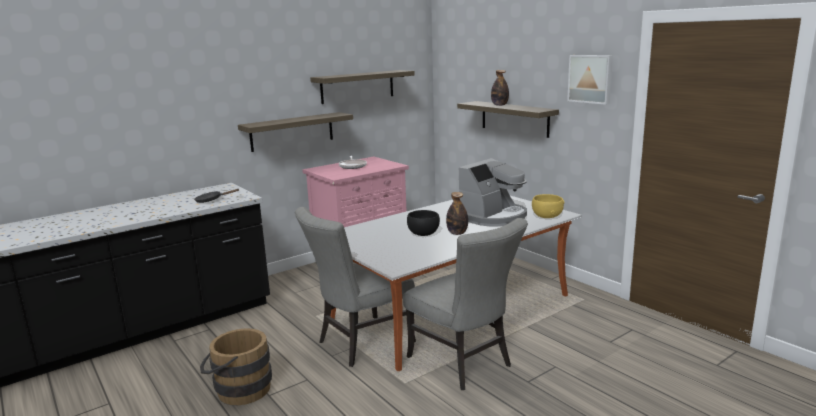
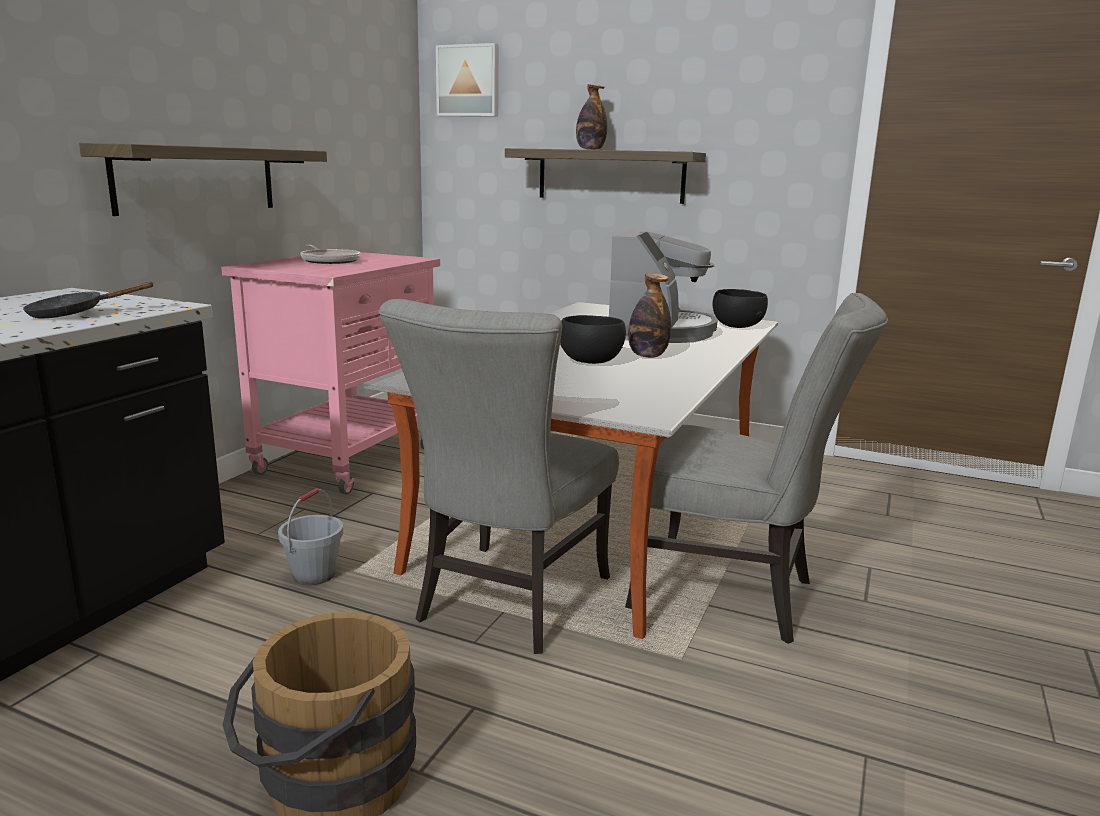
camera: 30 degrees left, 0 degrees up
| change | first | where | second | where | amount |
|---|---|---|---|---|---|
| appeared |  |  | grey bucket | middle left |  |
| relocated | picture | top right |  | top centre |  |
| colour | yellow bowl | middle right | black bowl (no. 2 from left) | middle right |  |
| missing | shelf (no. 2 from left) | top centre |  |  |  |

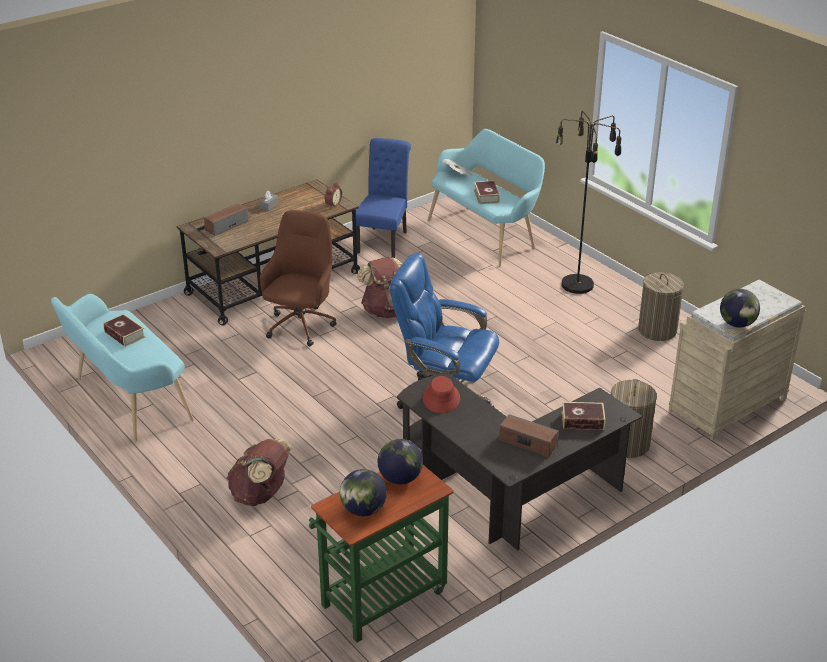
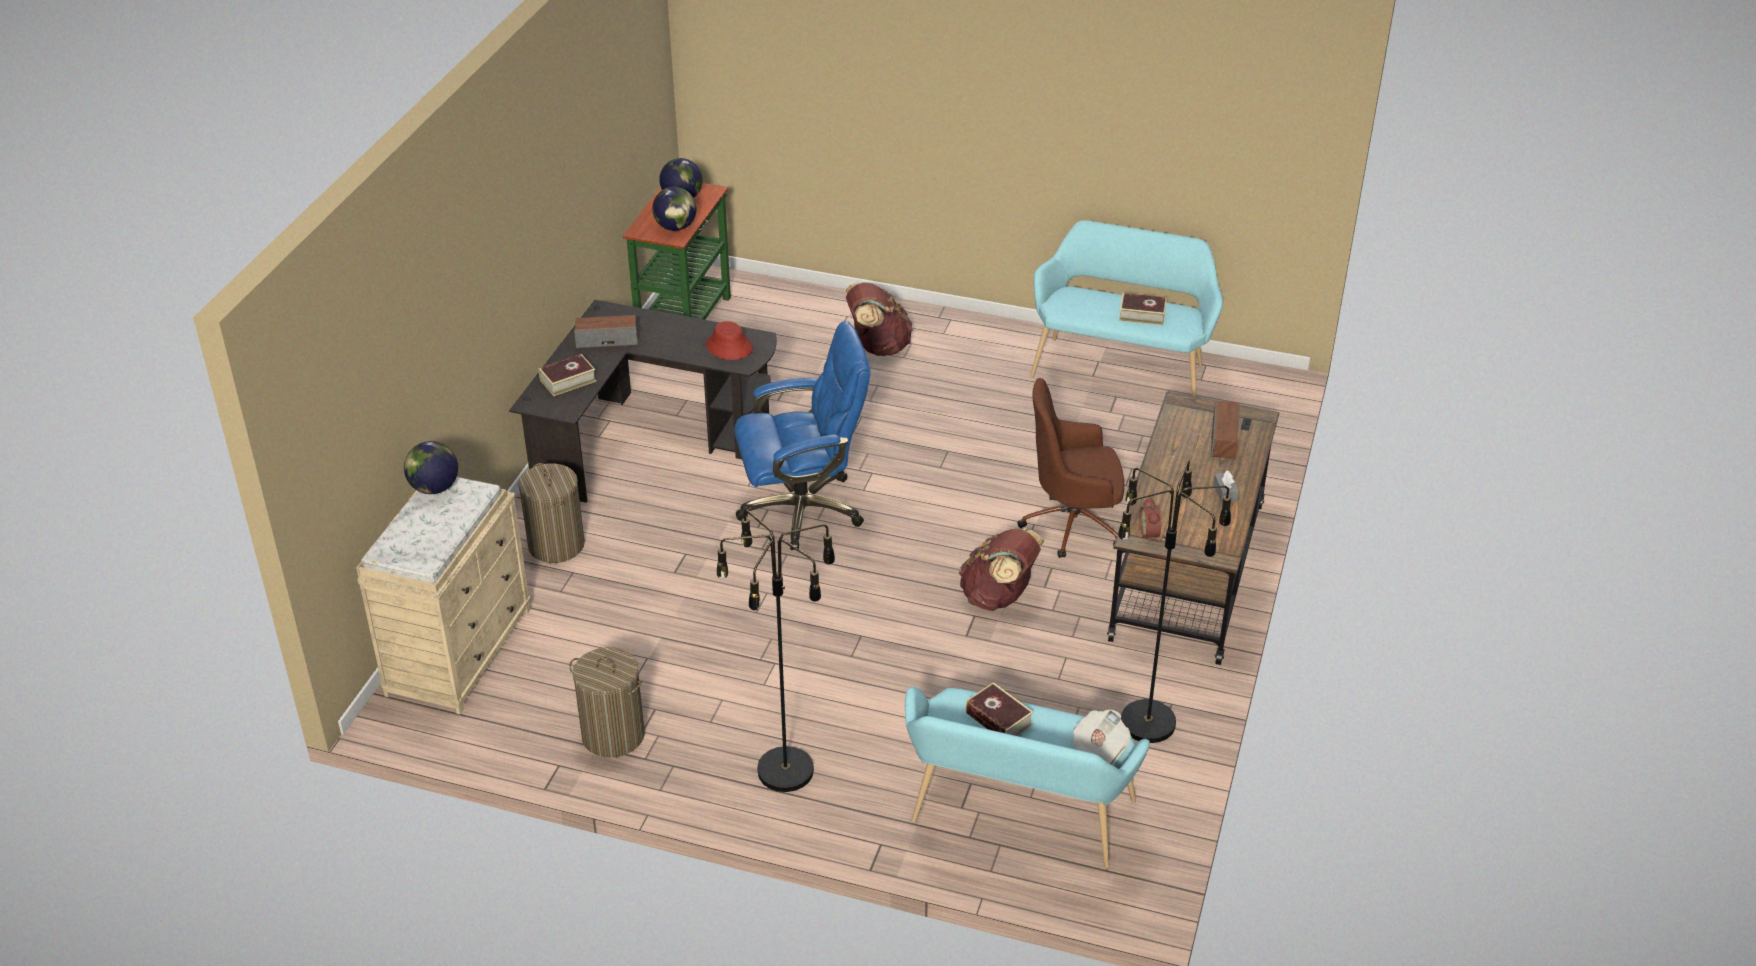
camera: 145 degrees right, 5 degrees up
| change | first | where | second | where | amount |
|---|---|---|---|---|---|
| spun | brown office chair | centre |  | centre | 105 degrees clockwise |
| exchanged | blue chair | top centre | floor lamp (no. 2 from left) | middle right |  |

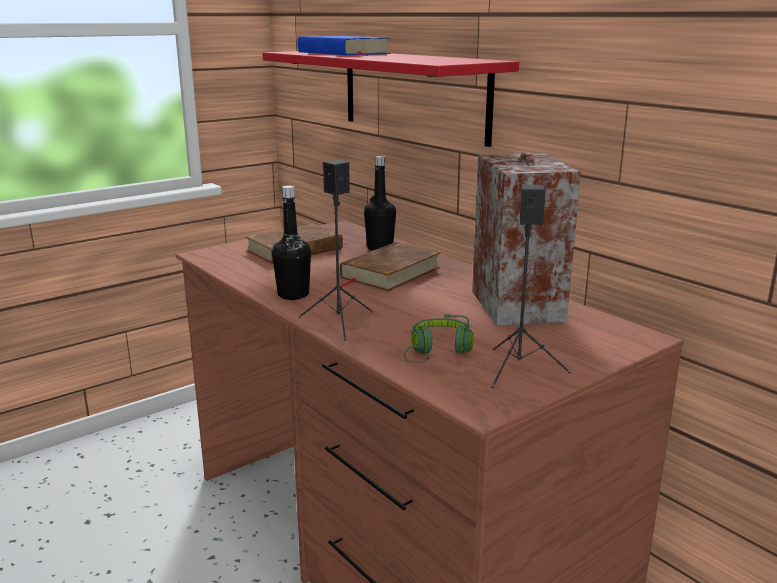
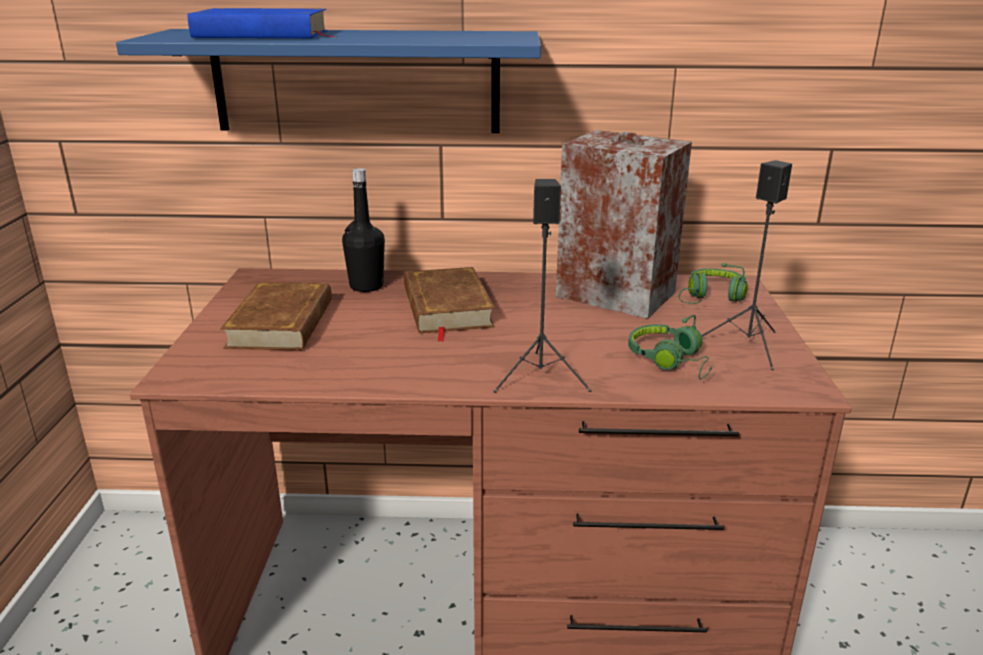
camera: 50 degrees left, 5 degrees up
| change | first | where | second | where | amount |
|---|---|---|---|---|---|
| colour | red shelf | top centre | blue shelf | top centre |  |
| appeared |  |  | green headphones (no. 2 from left) | middle right |  |
| missing | black bottle (no. 1 from left) | centre |  |  |  |

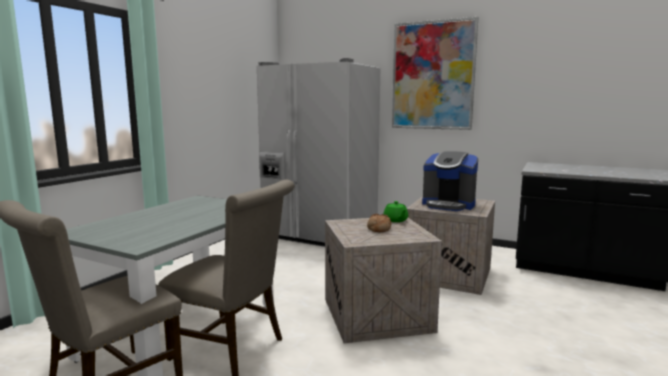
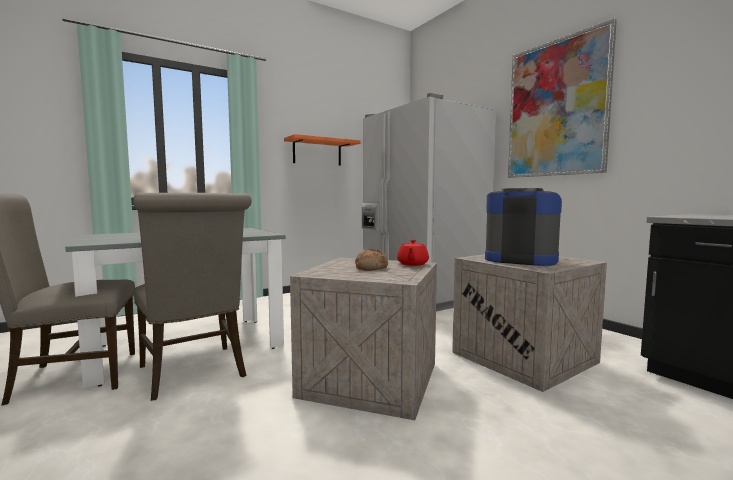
camera: 30 degrees right, 5 degrees down
| change | first | where | second | where | amount |
|---|---|---|---|---|---|
| appeared |  |  | orange shelf | top centre |  |
| colour | green teapot | centre | red teapot | centre |  |
| spun | coffee machine | middle right |  | middle right | 150 degrees clockwise |

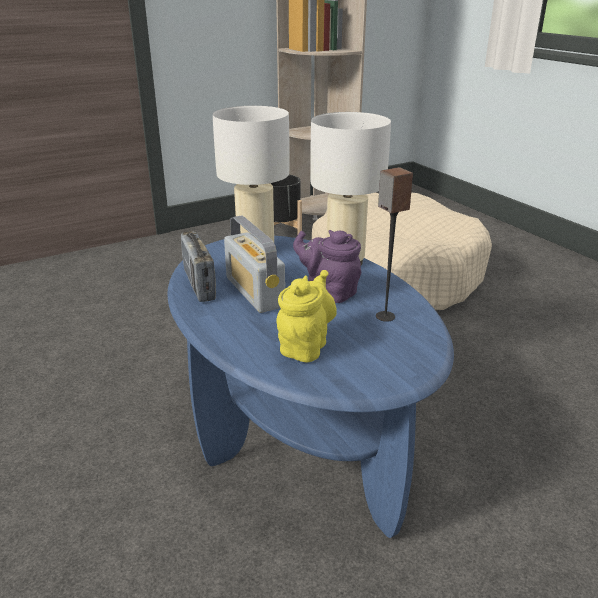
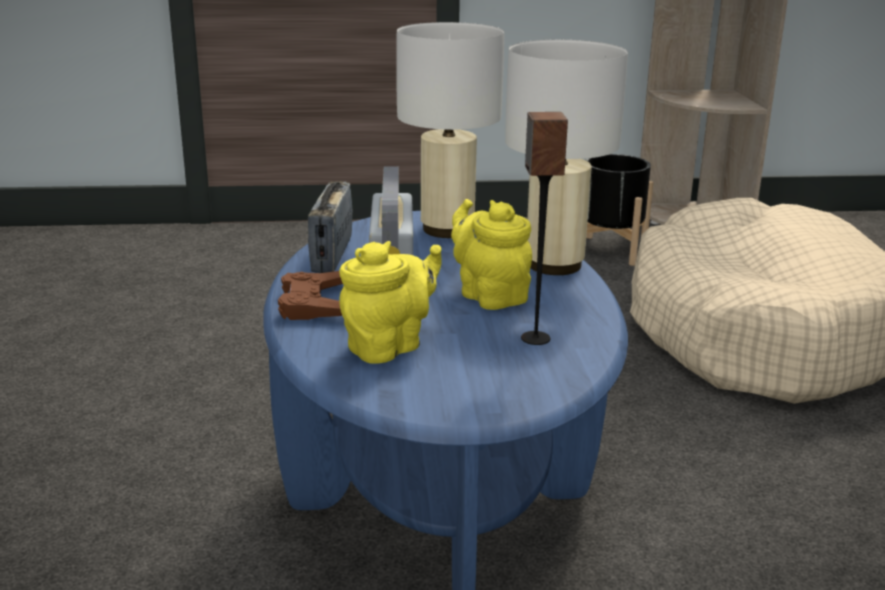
camera: 25 degrees right, 5 degrees down
| change | first | where | second | where | amount |
|---|---|---|---|---|---|
| appeared |  |  | brown game controller | centre |  |
| colour | purple teapot | centre | yellow teapot (no. 2 from left) | centre |  |

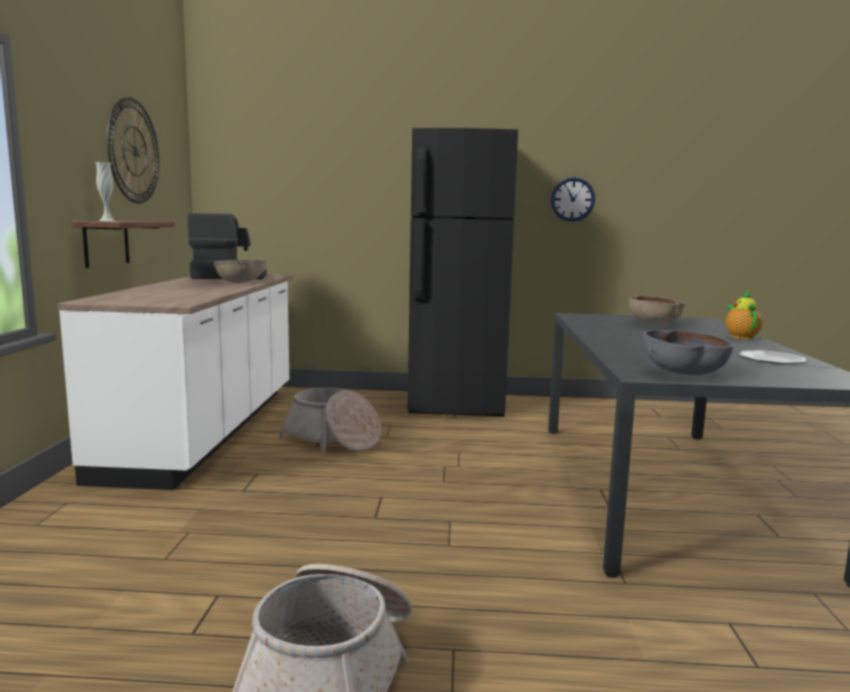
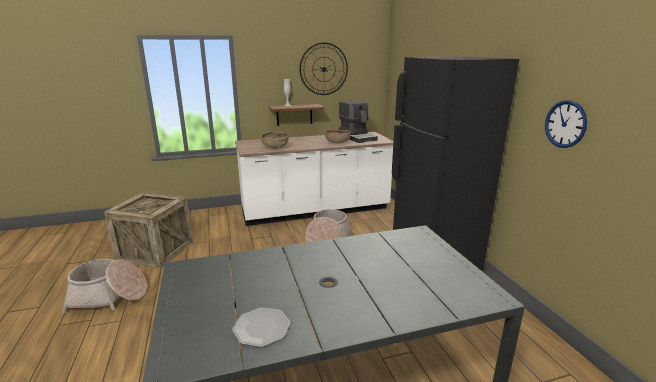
camera: 70 degrees right, 10 degrees up
| change | first | where | second | where | amount |
|---|---|---|---|---|---|
| appeared |  |  | crate | middle left |  |
| relocated | brown bowl (no. 2 from left in the first image) | middle right | brown bowl (no. 1 from left) | centre |  |
| missing | grey bowl | middle right |  |  |  |
| missing | teapot | middle right |  |  |  |

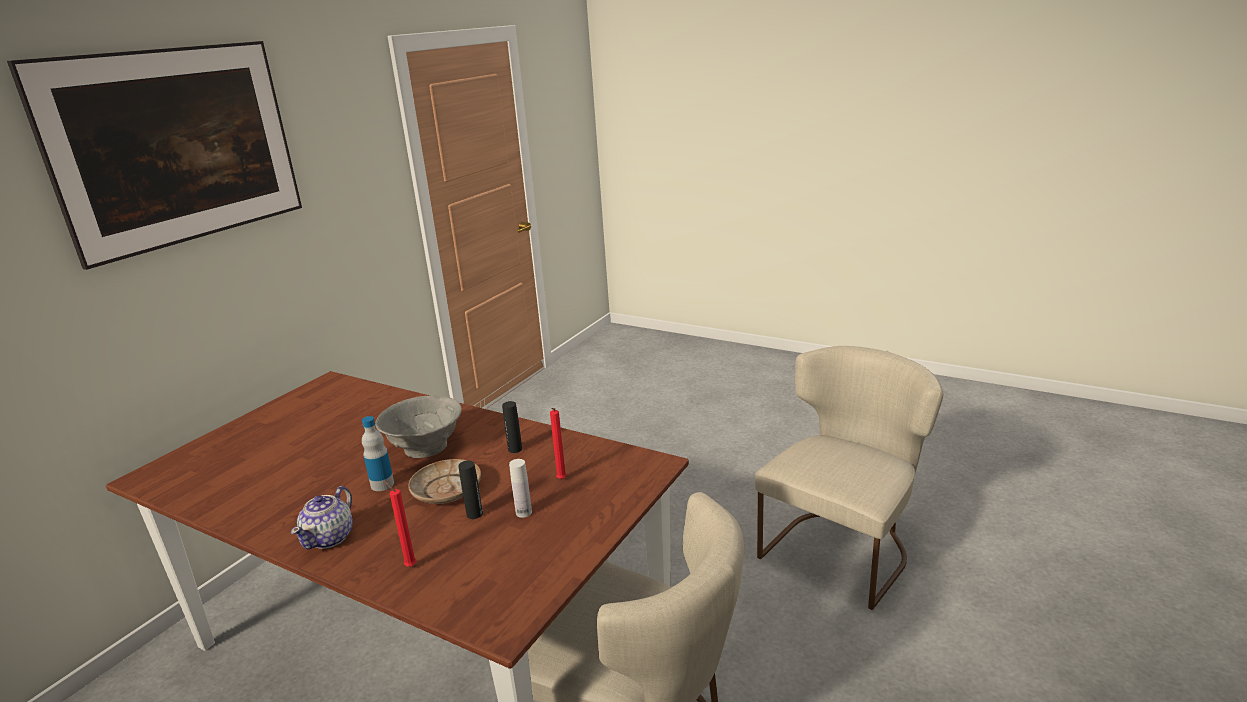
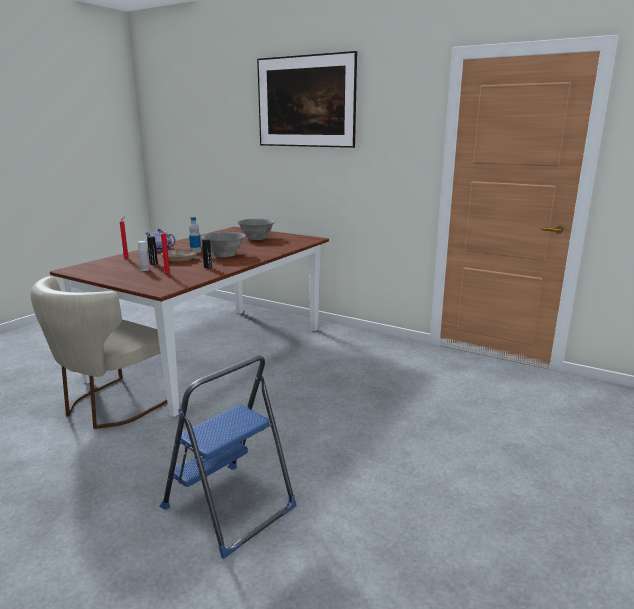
camera: 90 degrees right, 5 degrees down
| change | first | where | second | where | amount |
|---|---|---|---|---|---|
| exchanged | beige chair (no. 2 from left) | bottom right | blue step ladder | bottom centre |  |
| appeared |  |  | grey bowl (no. 2 from left) | centre |  |

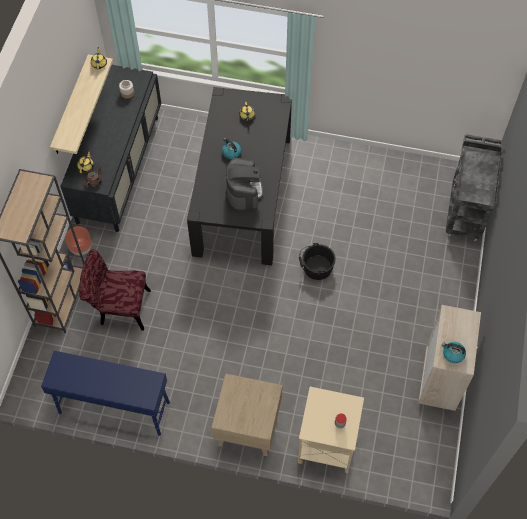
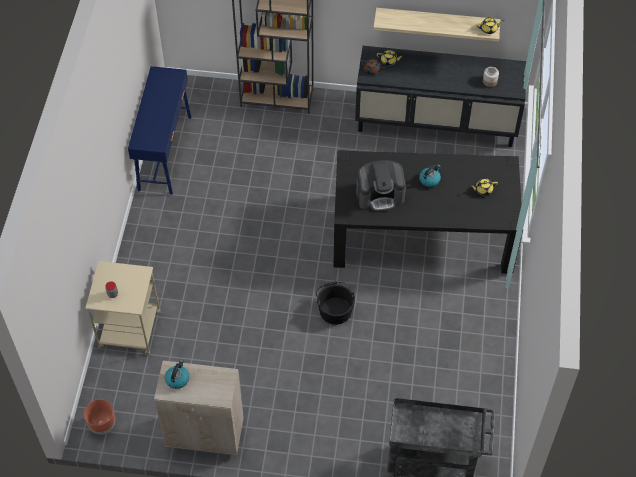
camera: 85 degrees right, 5 degrees down
| change | first | where | second | where | amount |
|---|---|---|---|---|---|
| relocated | brown planter | middle left |  | bottom left |  |
| missing | red chair | middle left |  |  |  |
| missing | beige nightstand | bottom centre |  |  |  |

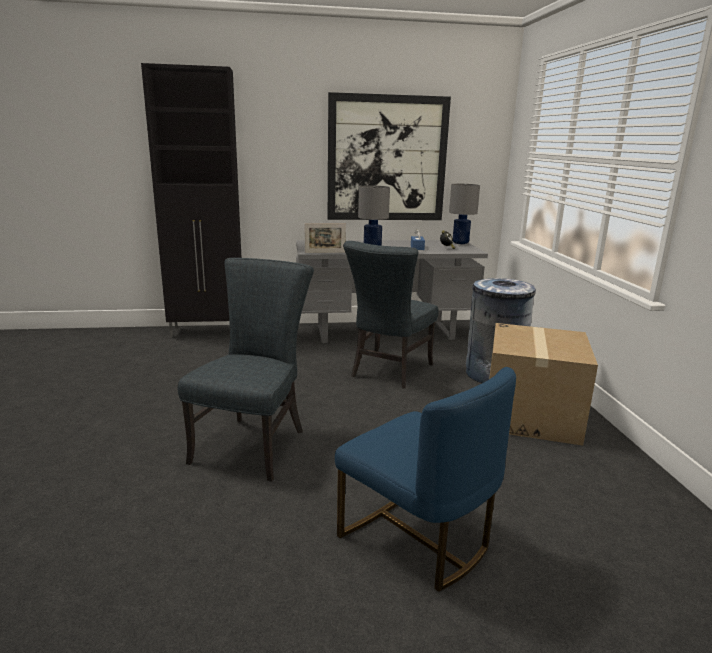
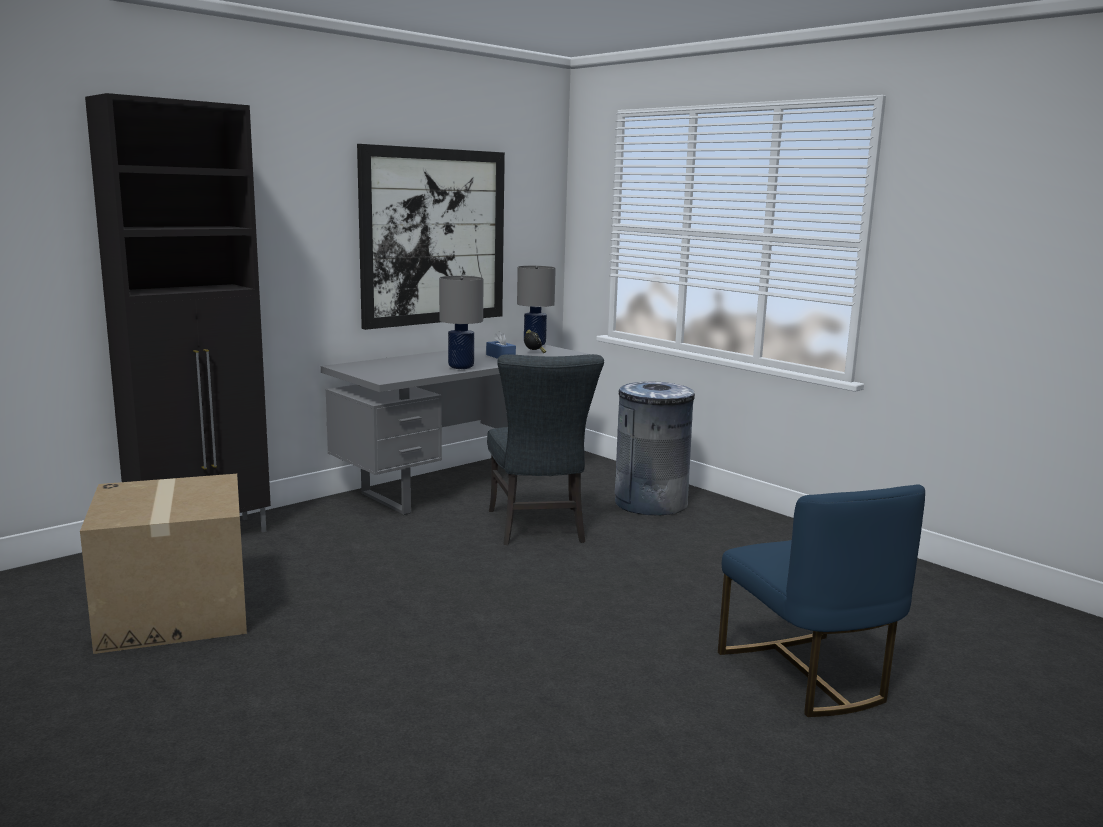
camera: 35 degrees left, 5 degrees down
| change | first | where | second | where | amount |
|---|---|---|---|---|---|
| relocated | cardboard box | middle right |  | bottom left |  |
| spun | blue chair | bottom centre |  | bottom right | 60 degrees clockwise |
| missing | grey chair (no. 1 from left) | centre |  |  |  |
| missing | picture frame | centre |  |  |  |

